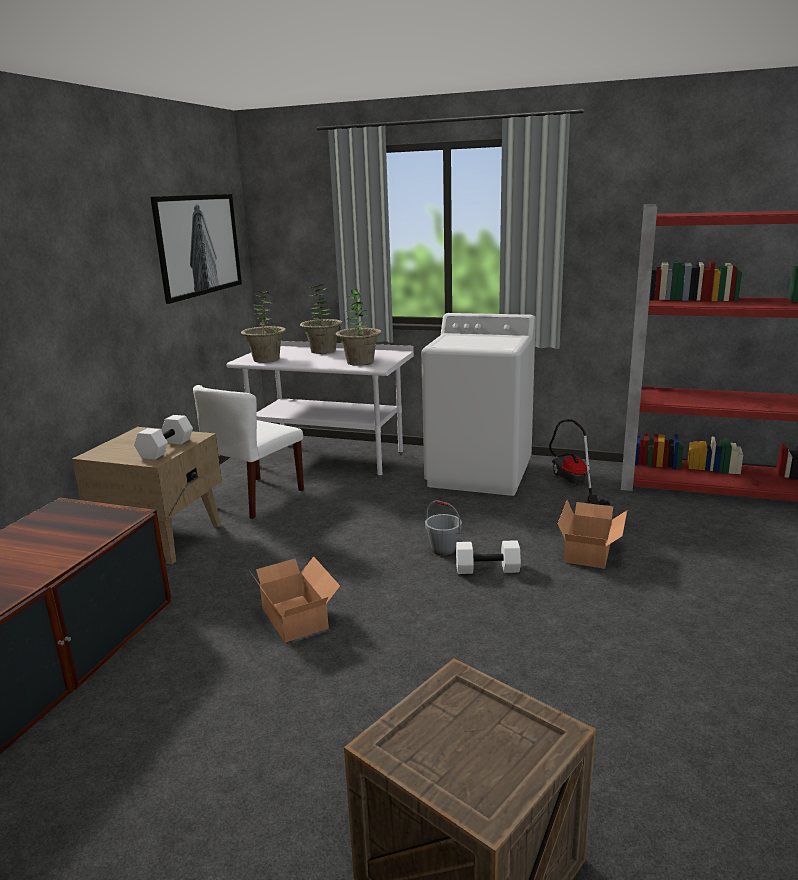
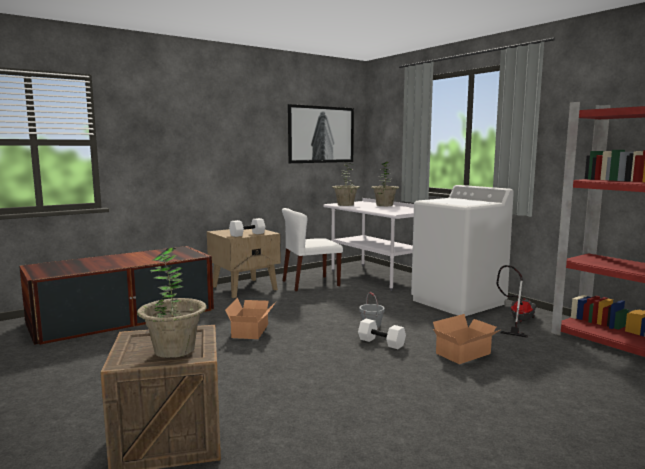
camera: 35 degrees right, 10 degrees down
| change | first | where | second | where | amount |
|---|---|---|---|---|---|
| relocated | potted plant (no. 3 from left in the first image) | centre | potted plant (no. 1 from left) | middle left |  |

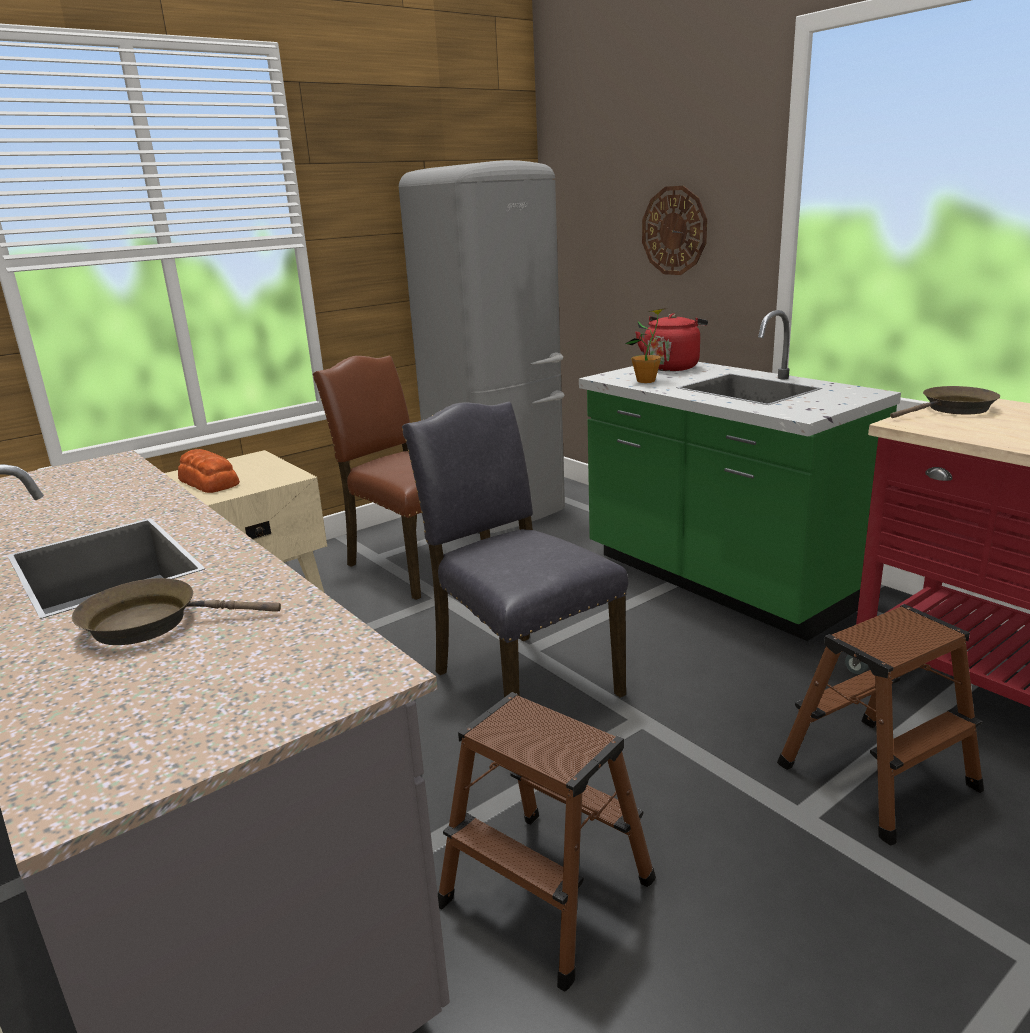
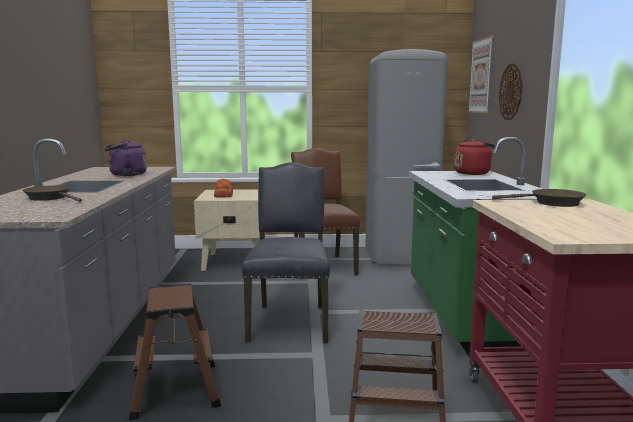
camera: 35 degrees right, 10 degrees down
| change | first | where | second | where | amount |
|---|---|---|---|---|---|
| appeared |  |  | purple kettle | middle left |  |
| appeared |  |  | picture | top right |  |
| missing | potted plant | centre |  |  |  |

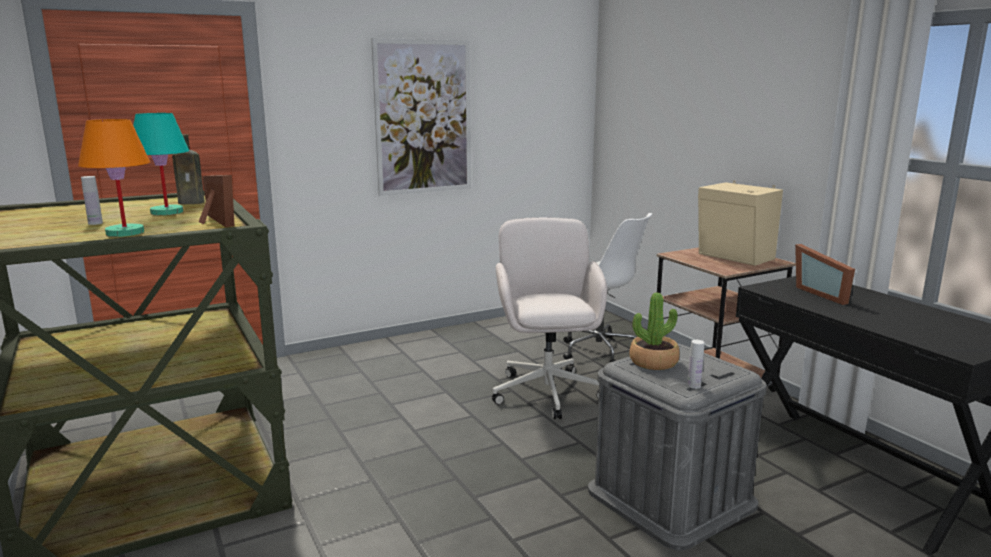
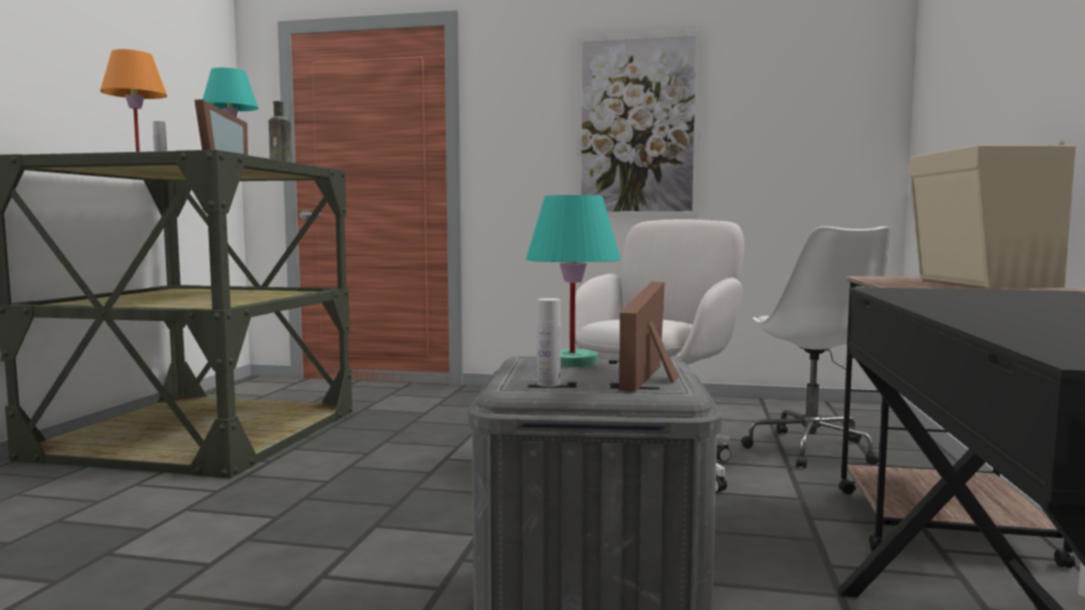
camera: 40 degrees right, 10 degrees down
| change | first | where | second | where | amount |
|---|---|---|---|---|---|
| exchanged | potted plant | centre | turquoise table lamp (no. 2 from left) | centre |  |
| relocated | picture frame (no. 2 from left) | middle right |  | centre |  |

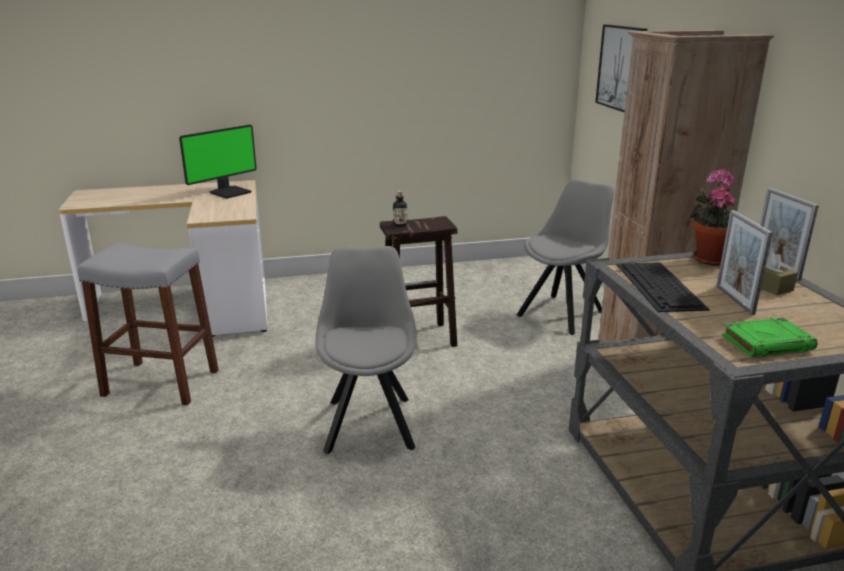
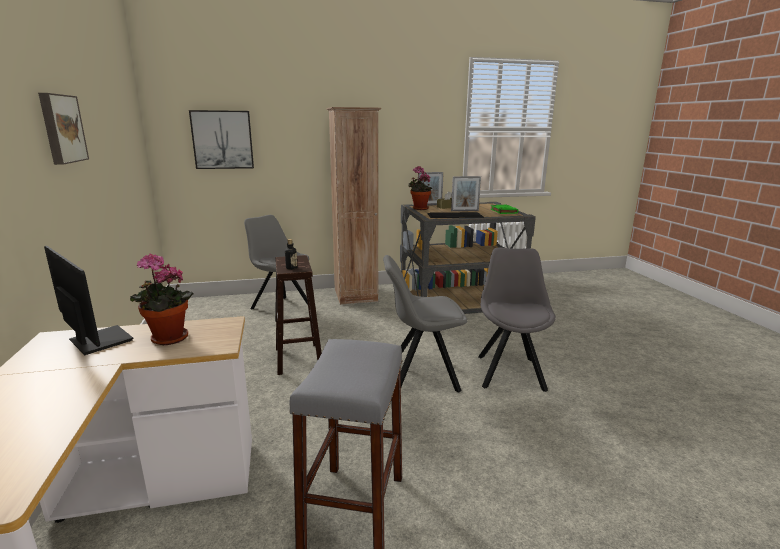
camera: 90 degrees left, 5 degrees down
| change | first | where | second | where | amount |
|---|---|---|---|---|---|
| appeared |  |  | picture (no. 1 from left) | top left |  |
| appeared |  |  | potted plant (no. 1 from left) | middle left |  |
| appeared |  |  | grey chair (no. 3 from left) | centre |  |

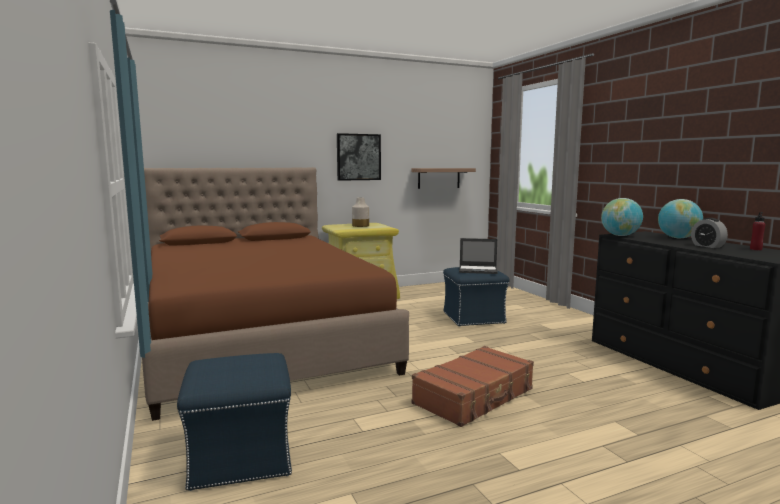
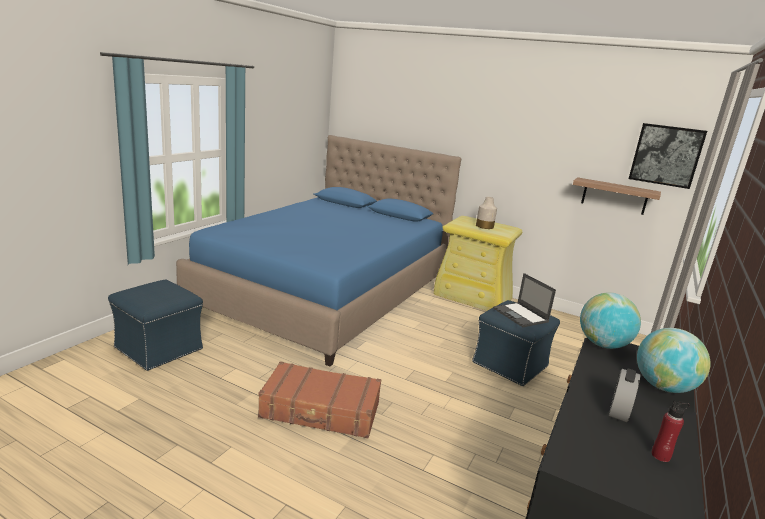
camera: 50 degrees right, 10 degrees up
| change | first | where | second | where | amount |
|---|---|---|---|---|---|
| colour | brown bed | centre | blue bed | centre |  |
| relocated | picture | top centre |  | top right |  |

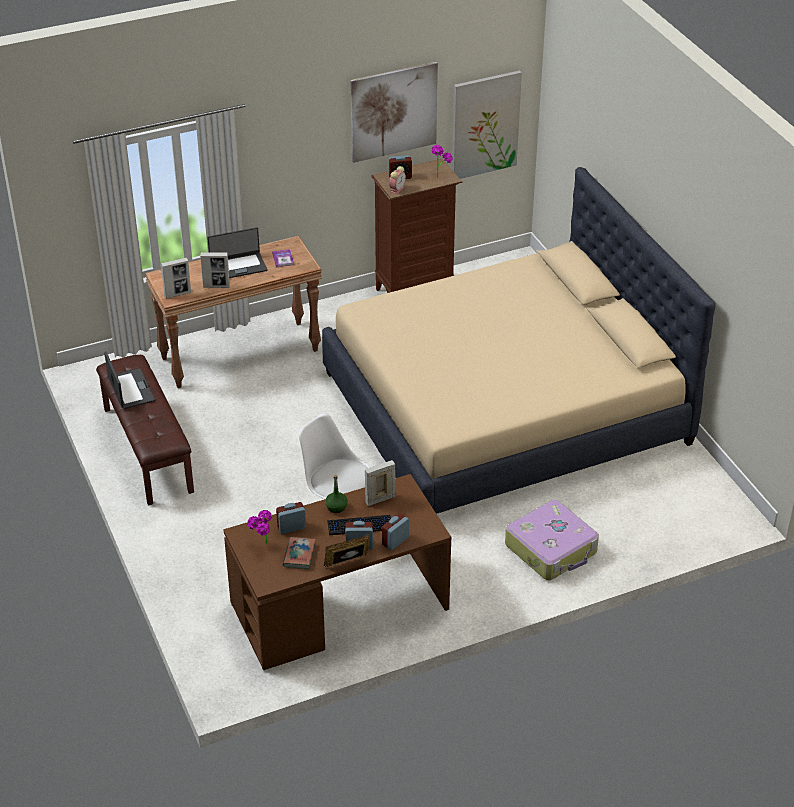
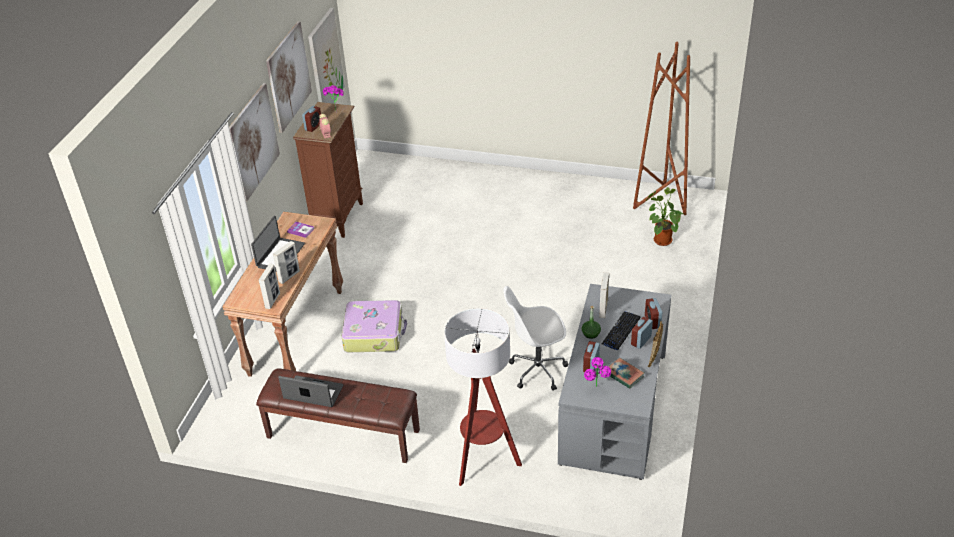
camera: 50 degrees left, 0 degrees up
| change | first | where | second | where | amount |
|---|---|---|---|---|---|
| appeared |  |  | picture (no. 1 from left) | top left |  |
| relocated | suitcase | bottom right |  | centre |  |
| appeared |  |  | floor lamp | bottom centre |  |
| colour | brown desk | bottom centre | grey desk | bottom centre |  |
| appeared |  |  | brown clothes rack | top right |  |
| appeared |  |  | potted plant (no. 3 from left) | middle right |  |
| missing | beige bed | centre |  |  |  |

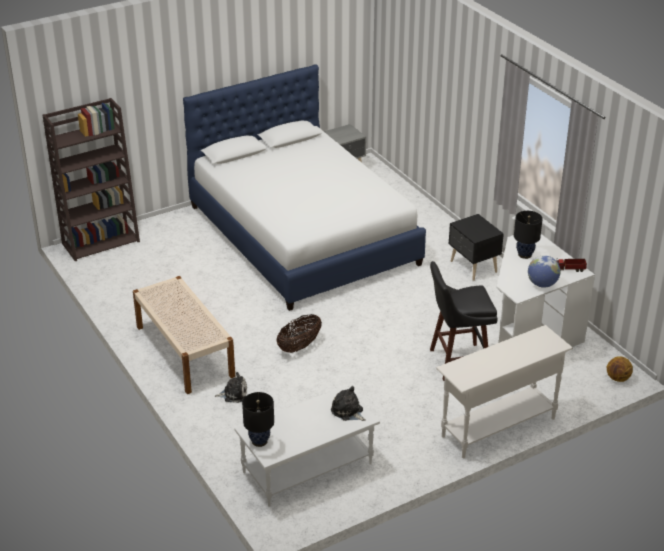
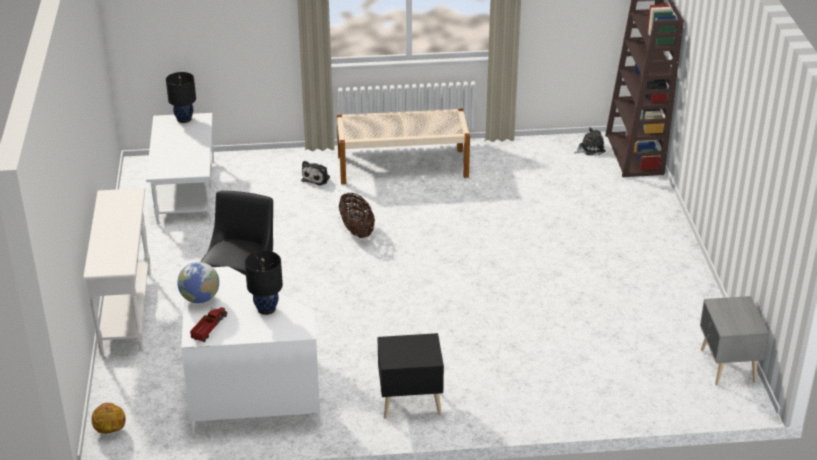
camera: 115 degrees right, 0 degrees up
| change | first | where | second | where | amount |
|---|---|---|---|---|---|
| relocated | plush toy (no. 2 from left) | bottom centre |  | top right |  |
| missing | white bed | centre |  |  |  |

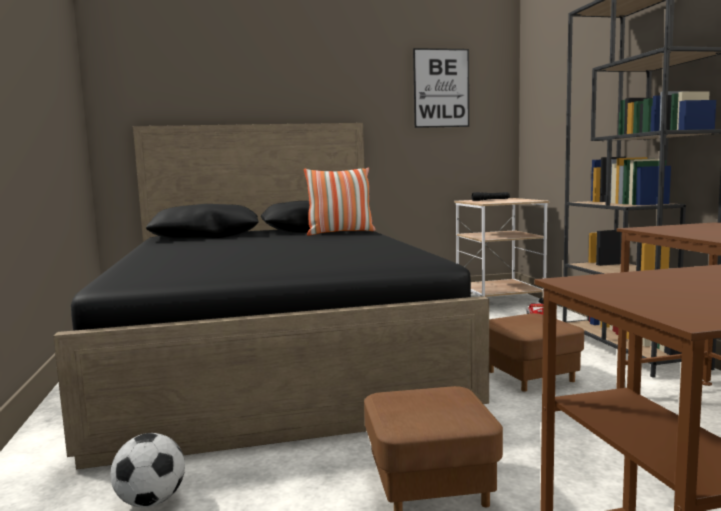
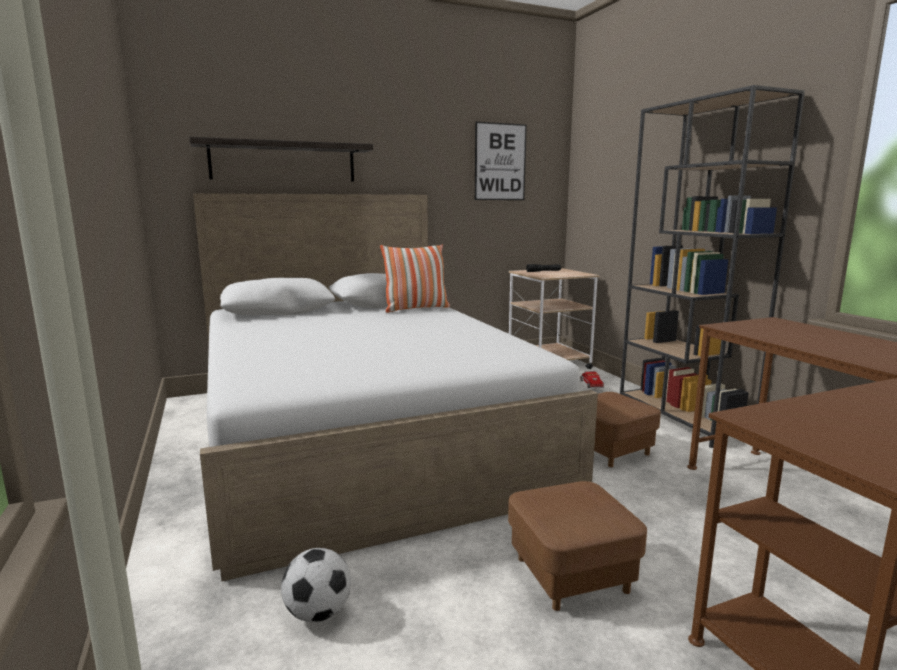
camera: 10 degrees left, 5 degrees up
| change | first | where | second | where | amount |
|---|---|---|---|---|---|
| appeared |  |  | shelf | top left |  |
| colour | black bed | centre | white bed | centre |  |

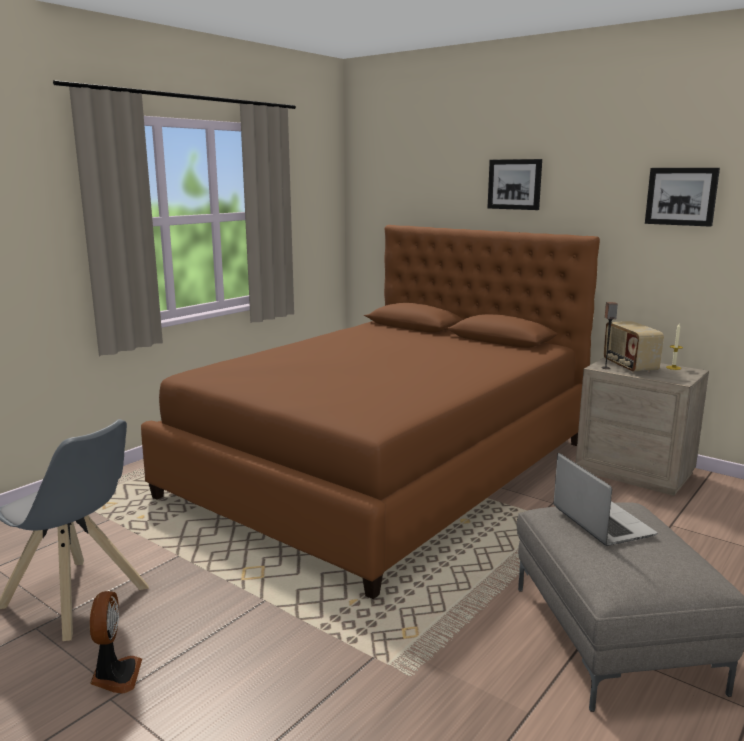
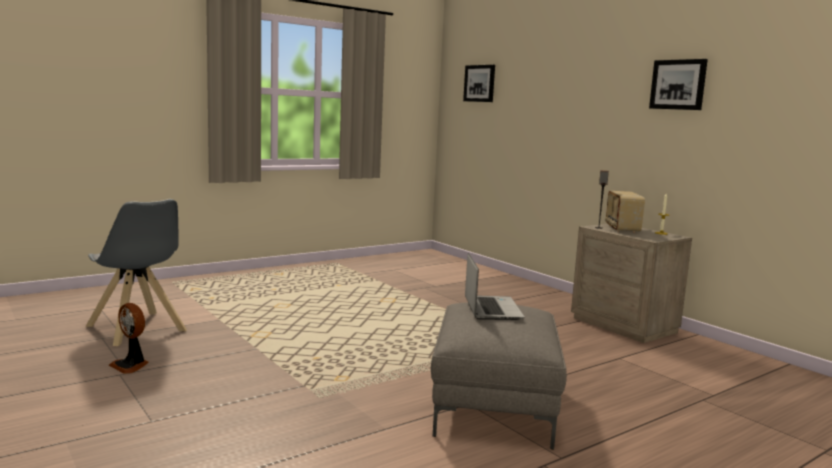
camera: 15 degrees right, 5 degrees down
| change | first | where | second | where | amount |
|---|---|---|---|---|---|
| spun | fan | bottom left |  | bottom left | 120 degrees clockwise |
| relocated | picture (no. 1 from left) | top right |  | top centre |  |
| missing | brown bed | centre |  |  |  |

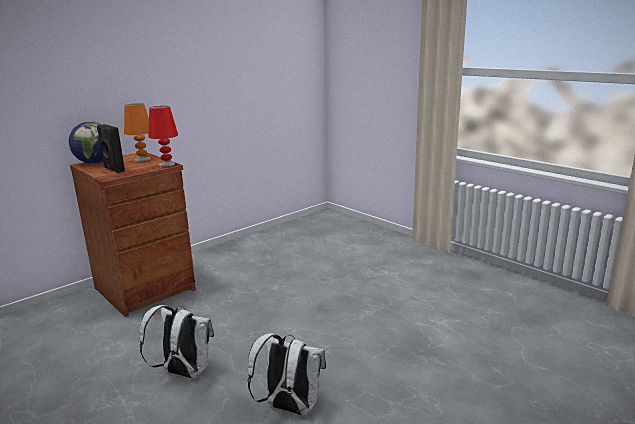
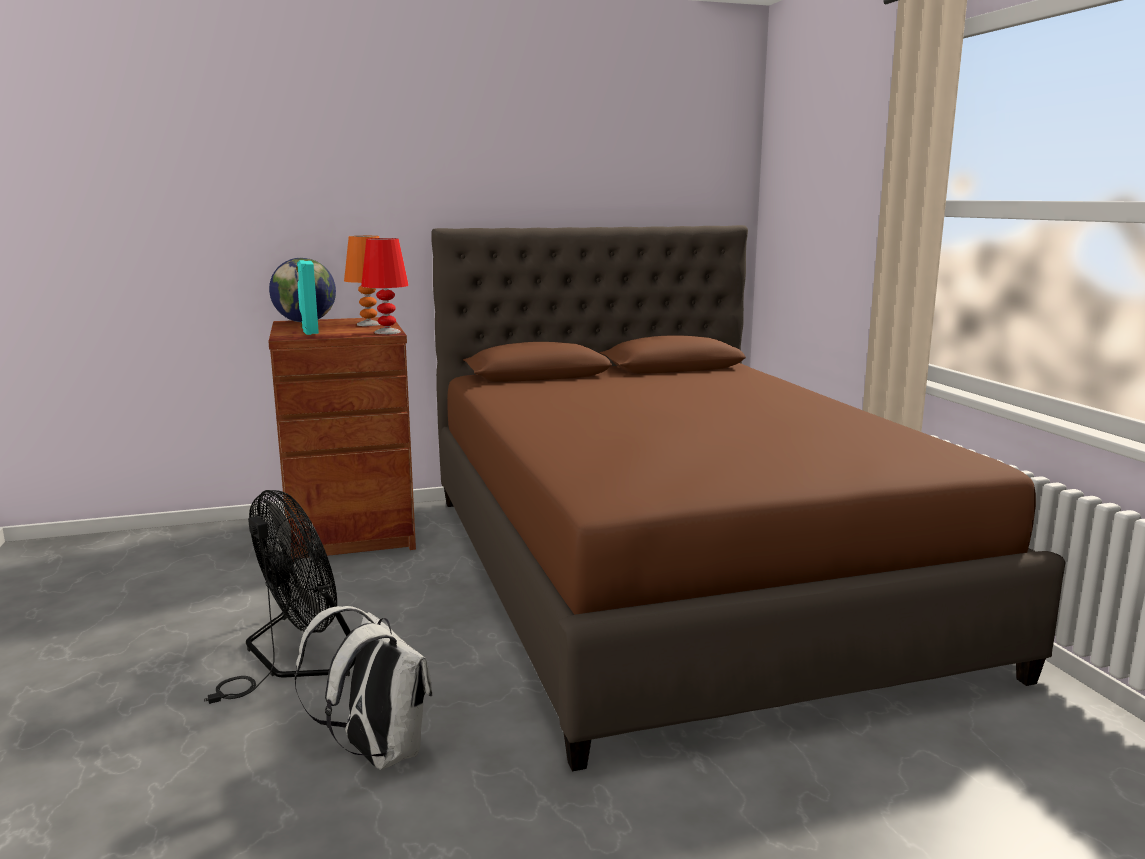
camera: 25 degrees right, 5 degrees down
| change | first | where | second | where | amount |
|---|---|---|---|---|---|
| exchanged | white backpack (no. 1 from left) | bottom left | black fan | bottom left |  |
| colour | black speaker | middle left | turquoise speaker | middle left |  |
| appeared |  |  | brown bed | centre |  |

